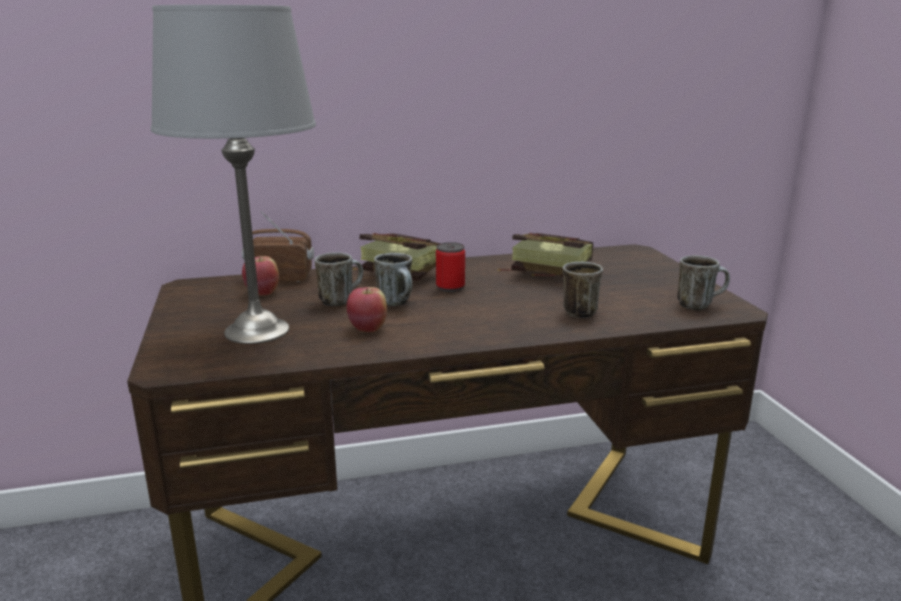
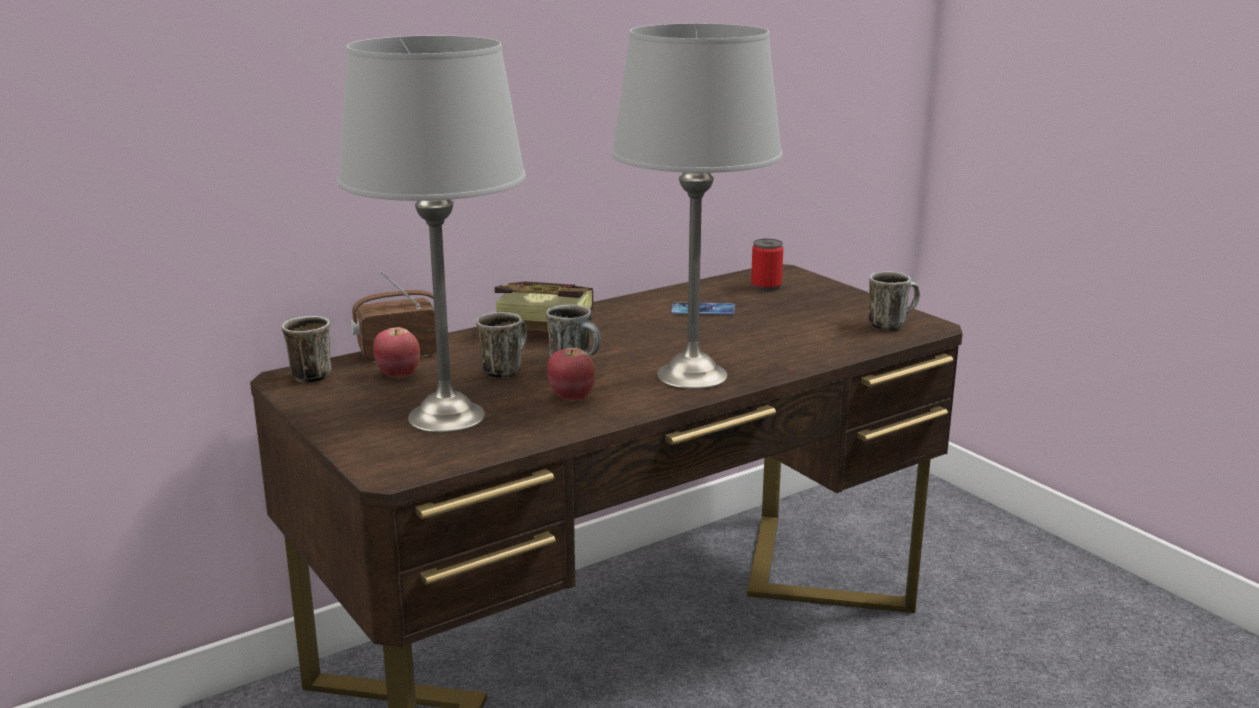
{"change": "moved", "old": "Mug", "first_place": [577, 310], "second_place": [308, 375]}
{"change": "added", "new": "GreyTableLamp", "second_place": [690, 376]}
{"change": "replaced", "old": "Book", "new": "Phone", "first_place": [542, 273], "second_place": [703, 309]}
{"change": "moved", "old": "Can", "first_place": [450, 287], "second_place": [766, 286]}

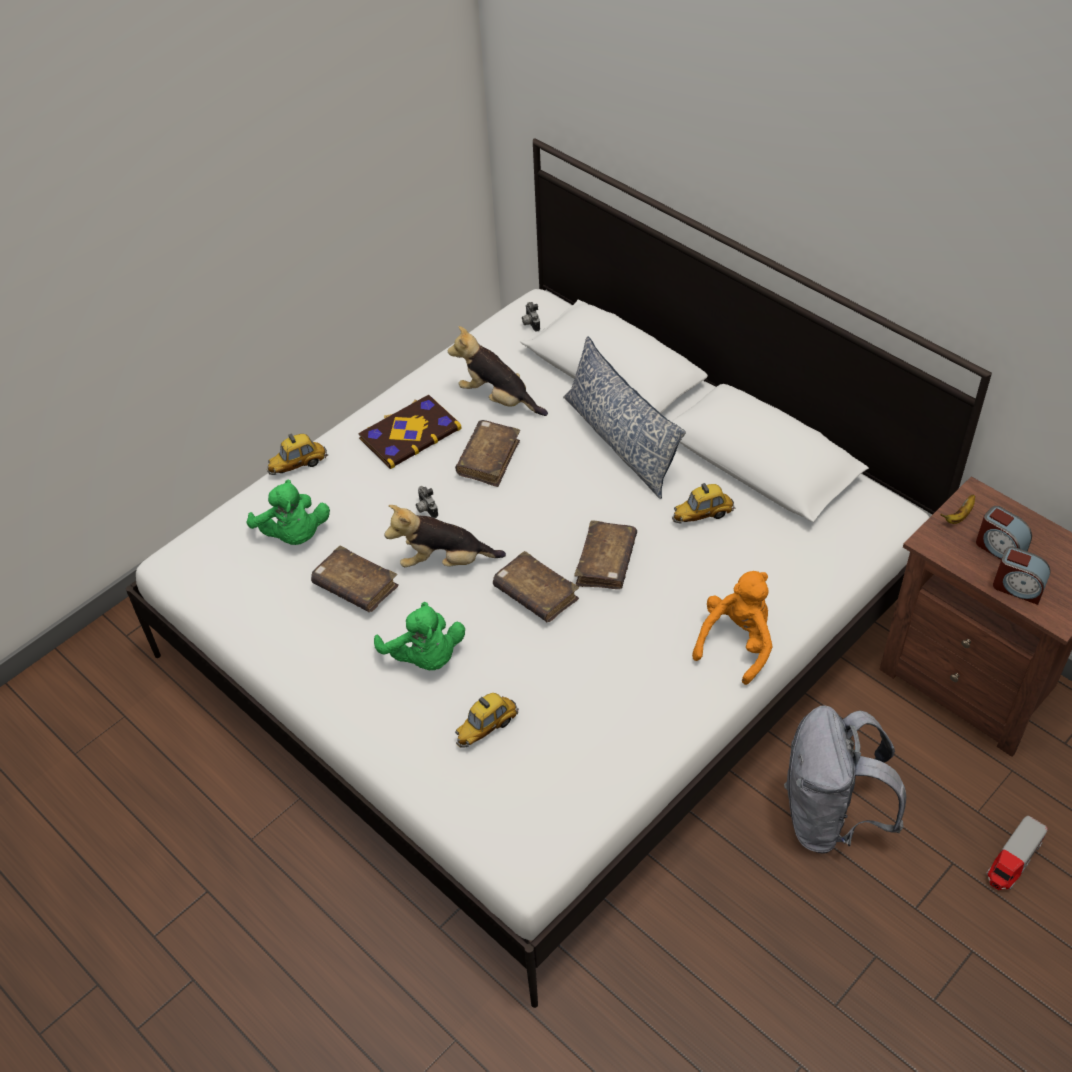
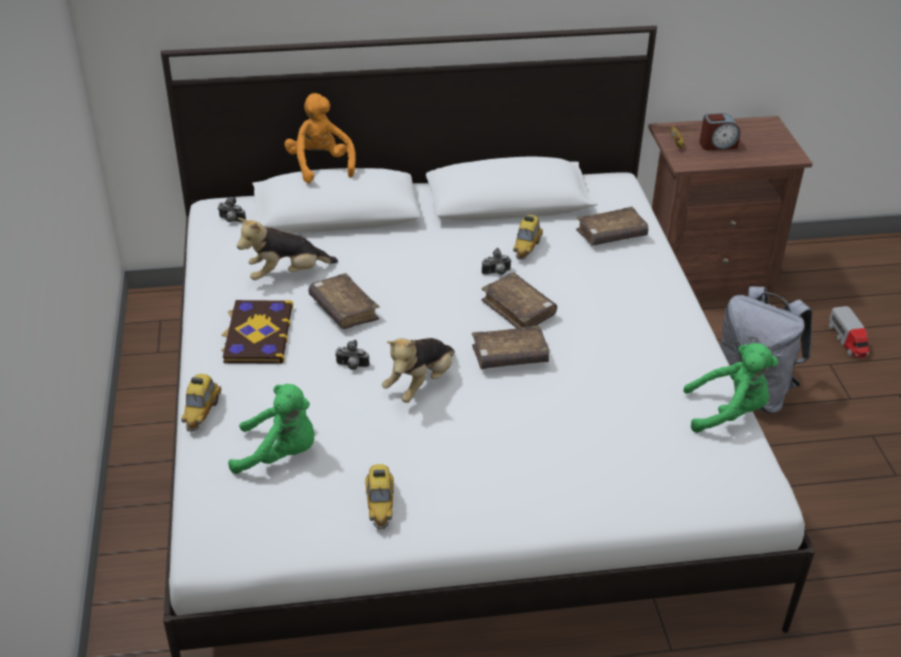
{"change": "moved", "old": "OrangePlushToy", "first_place": [737, 643], "second_place": [320, 165]}
{"change": "moved", "old": "ToyCar", "first_place": [486, 728], "second_place": [380, 505]}
{"change": "added", "new": "PhotoCamera", "second_place": [497, 273]}
{"change": "moved", "old": "BrownBook", "first_place": [355, 586], "second_place": [611, 235]}
{"change": "moved", "old": "GreenPlushToy", "first_place": [425, 657], "second_place": [728, 412]}
{"change": "removed", "old": "Pillow", "first_place": [620, 442]}
{"change": "removed", "old": "AlarmClock", "first_place": [1018, 587]}

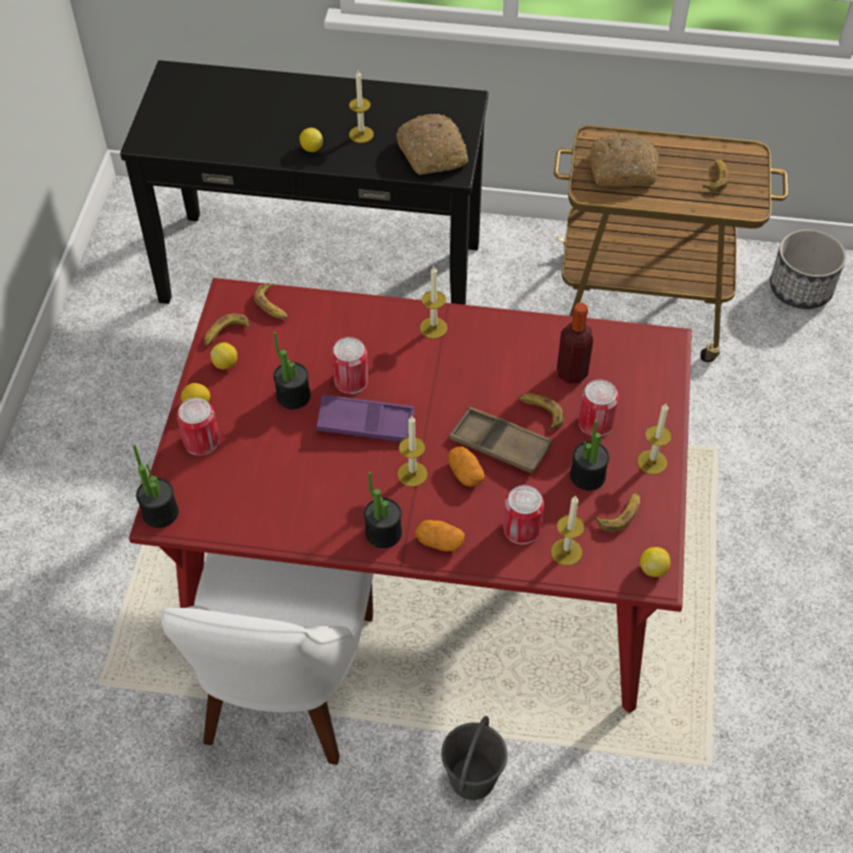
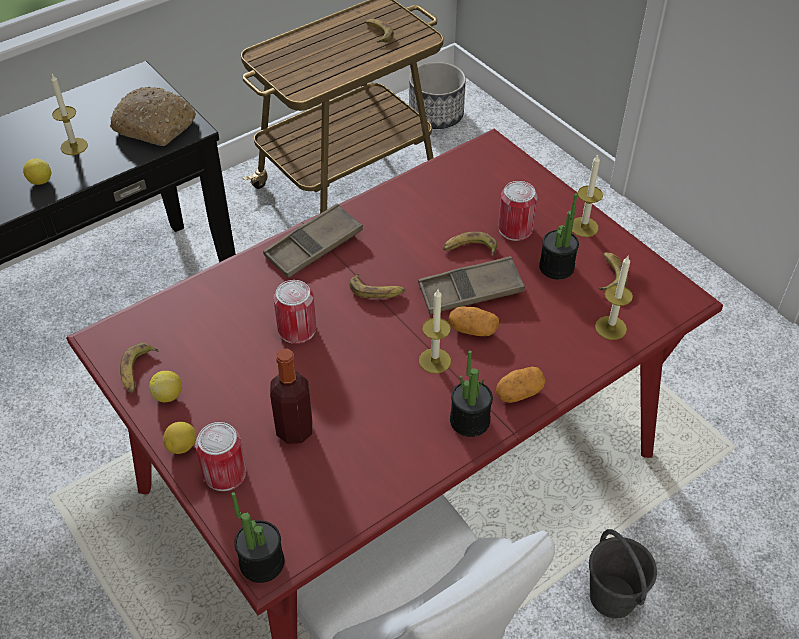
{"change": "replaced", "old": "Candle", "new": "BrownTray", "first_place": [433, 328], "second_place": [314, 246]}
{"change": "moved", "old": "Bottle", "first_place": [572, 373], "second_place": [294, 430]}
{"change": "moved", "old": "Banana", "first_place": [272, 306], "second_place": [377, 291]}
{"change": "removed", "old": "PottedPlant", "first_place": [293, 396]}
{"change": "removed", "old": "PurpleTray", "first_place": [366, 423]}
{"change": "removed", "old": "Can", "first_place": [521, 529]}
{"change": "removed", "old": "Bread", "first_place": [623, 169]}
{"change": "removed", "old": "Lemon", "first_place": [653, 569]}

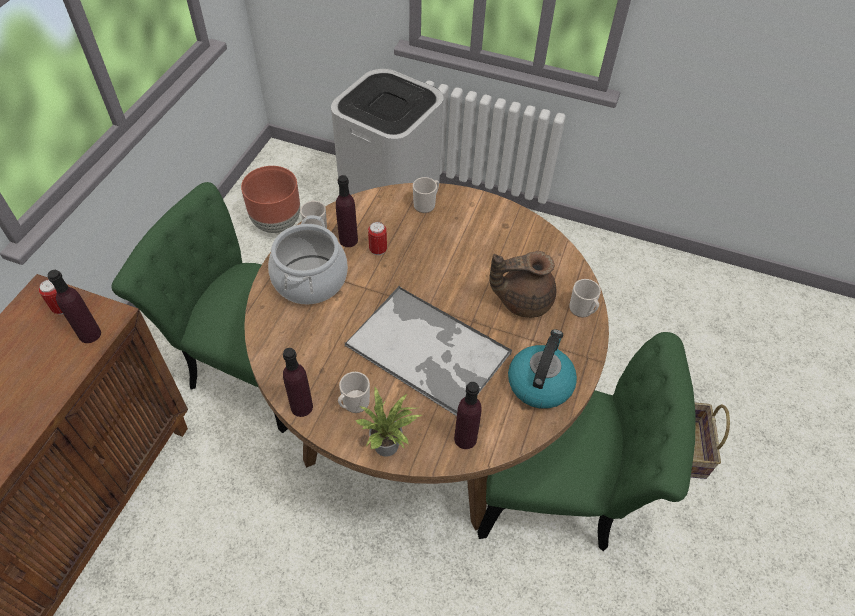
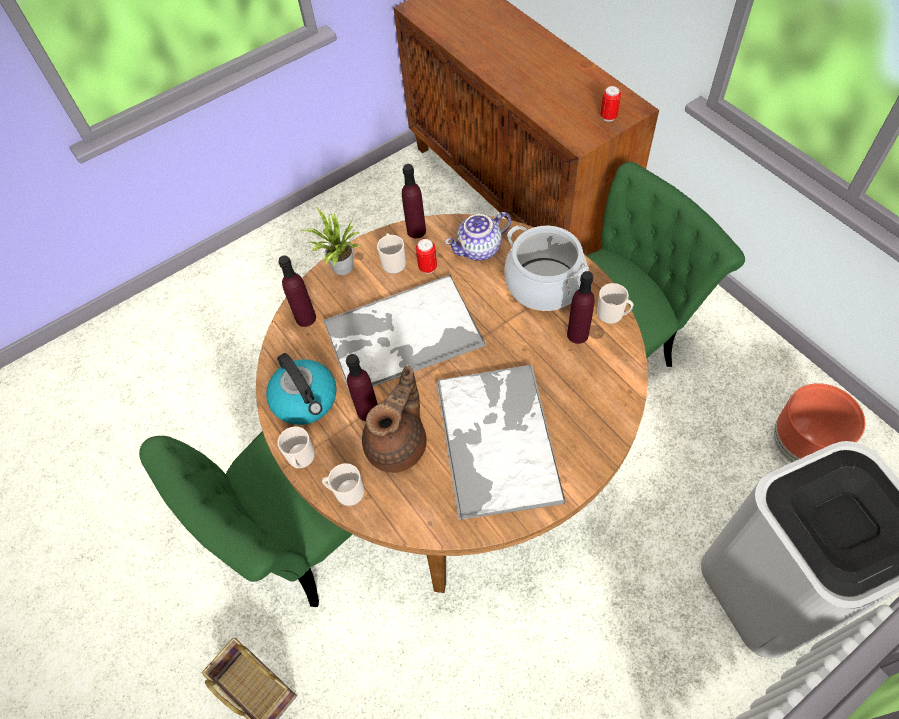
{"change": "moved", "old": "Mug", "first_place": [426, 204], "second_place": [301, 459]}
{"change": "moved", "old": "PurpleBottle", "first_place": [90, 334], "second_place": [368, 411]}
{"change": "moved", "old": "Can", "first_place": [378, 250], "second_place": [428, 268]}
{"change": "added", "new": "Tray", "second_place": [497, 439]}
{"change": "added", "new": "Teapot", "second_place": [479, 250]}

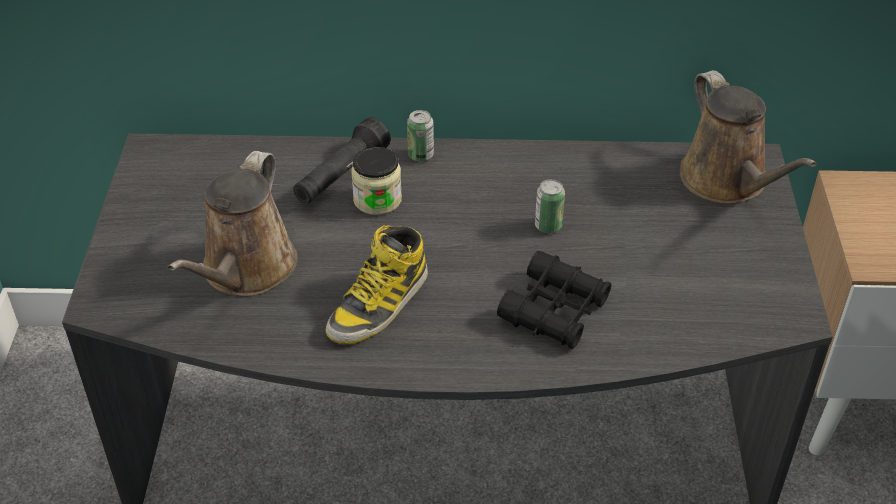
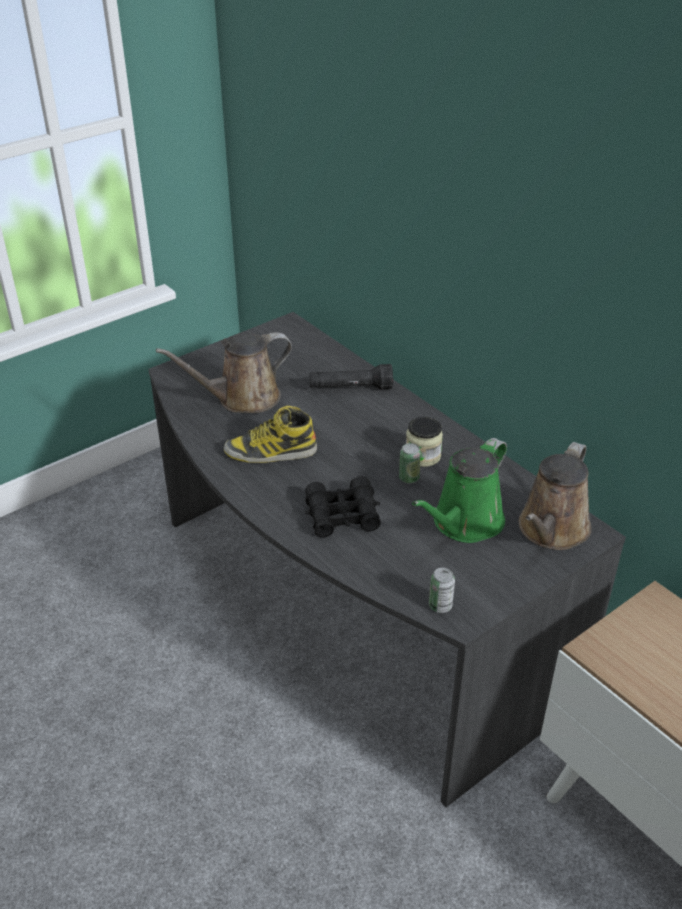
{"change": "moved", "old": "Jar", "first_place": [377, 200], "second_place": [423, 456]}
{"change": "added", "new": "GreenWateringCan", "second_place": [464, 523]}
{"change": "moved", "old": "Can", "first_place": [420, 155], "second_place": [440, 606]}

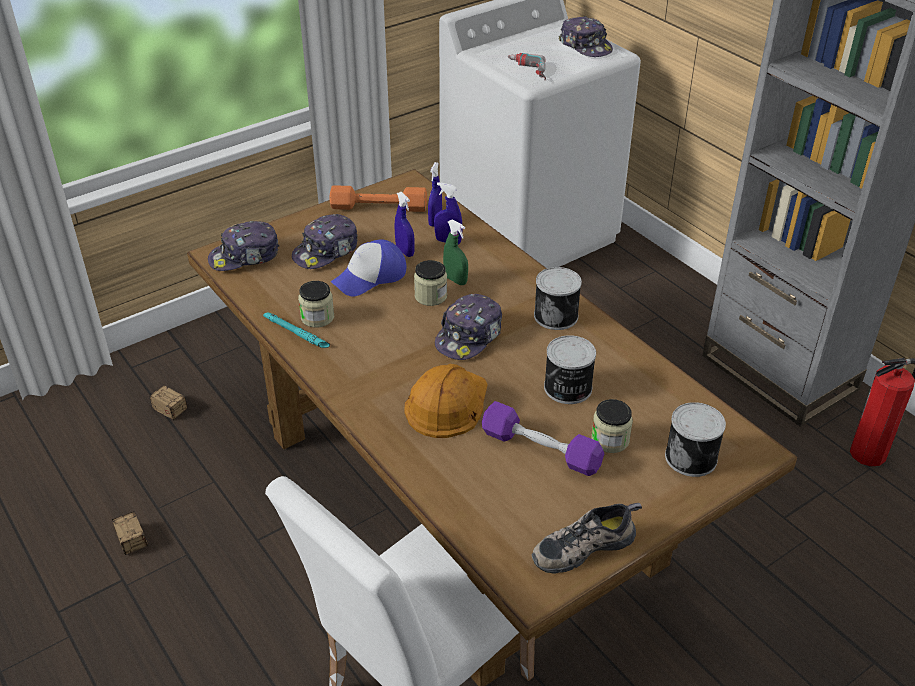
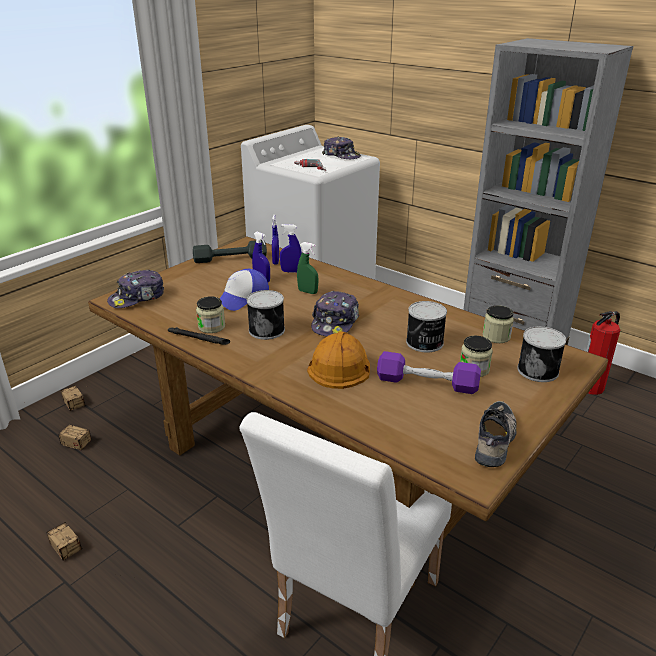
{"change": "added", "new": "StorageBox", "second_place": [79, 411]}
{"change": "recoloured", "old": "TurquoiseFlashlight", "new": "BlackFlashlight", "first_place": [296, 333], "second_place": [198, 338]}
{"change": "recoloured", "old": "OrangeDumbbell", "new": "GreyDumbbell", "first_place": [378, 207], "second_place": [230, 259]}
{"change": "moved", "old": "Can", "first_place": [556, 315], "second_place": [267, 329]}
{"change": "turned", "old": "Shoe", "first_place": [583, 545], "second_place": [496, 440], "degrees": 150}
{"change": "moved", "old": "Jar", "first_place": [431, 296], "second_place": [496, 336]}
{"change": "removed", "old": "Cap", "first_place": [326, 251]}

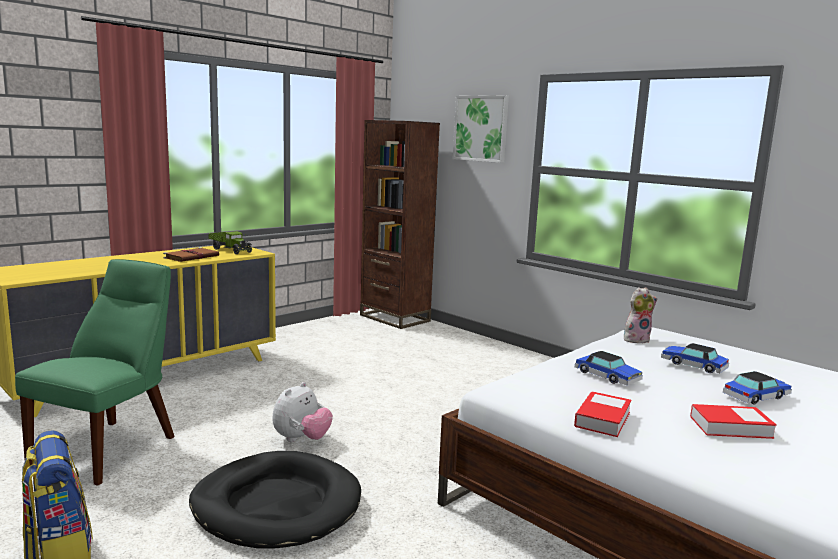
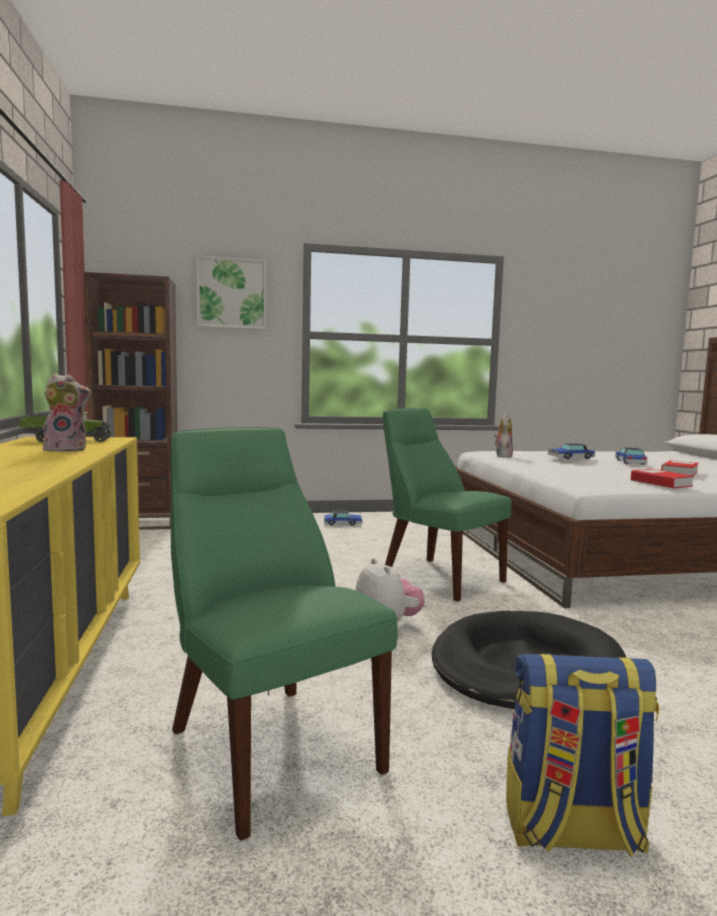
{"change": "replaced", "old": "BrownBook", "new": "PlushToy", "first_place": [192, 257], "second_place": [67, 449]}
{"change": "moved", "old": "ToyCar", "first_place": [607, 376], "second_place": [342, 523]}
{"change": "added", "new": "GreenChair", "second_place": [438, 577]}

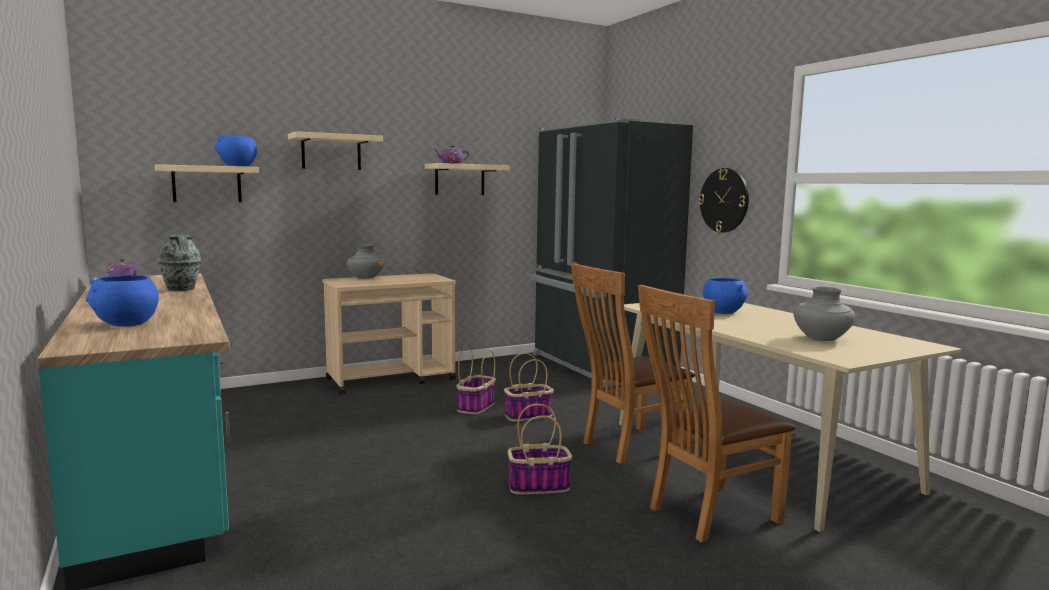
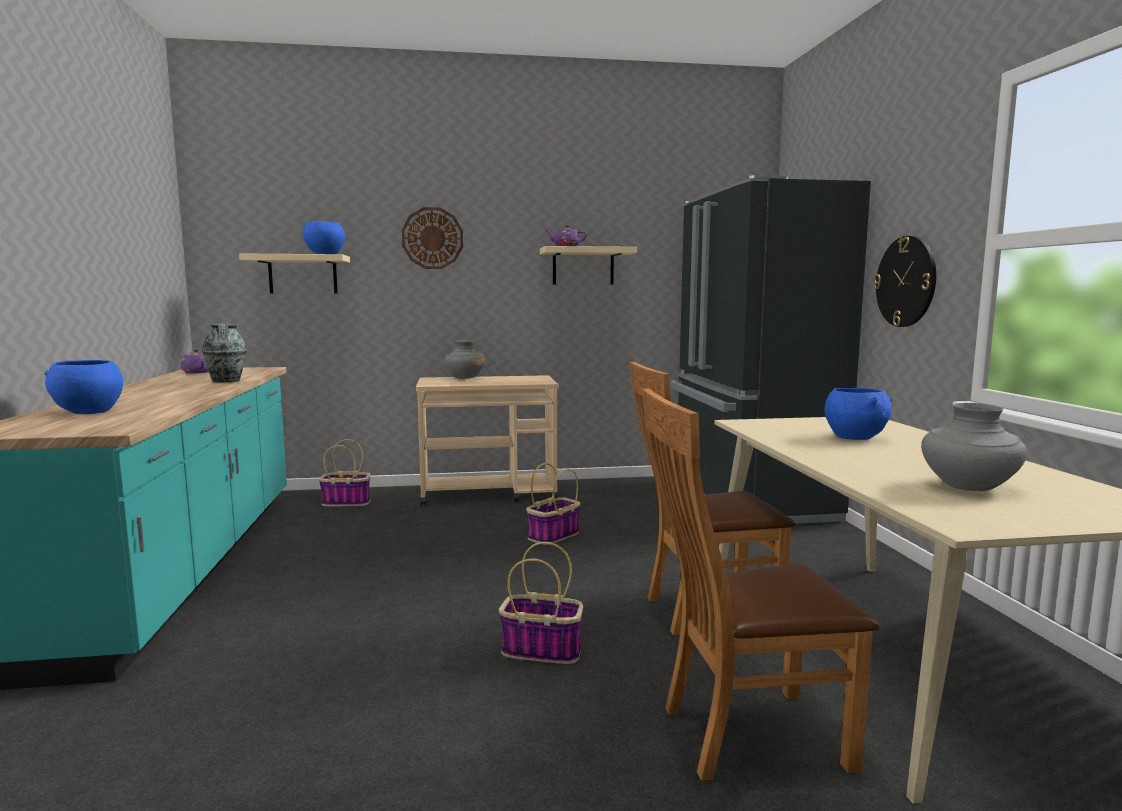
{"change": "moved", "old": "Basket", "first_place": [528, 415], "second_place": [347, 502]}
{"change": "replaced", "old": "BeigeShelf", "new": "WallClock", "first_place": [331, 152], "second_place": [432, 238]}

